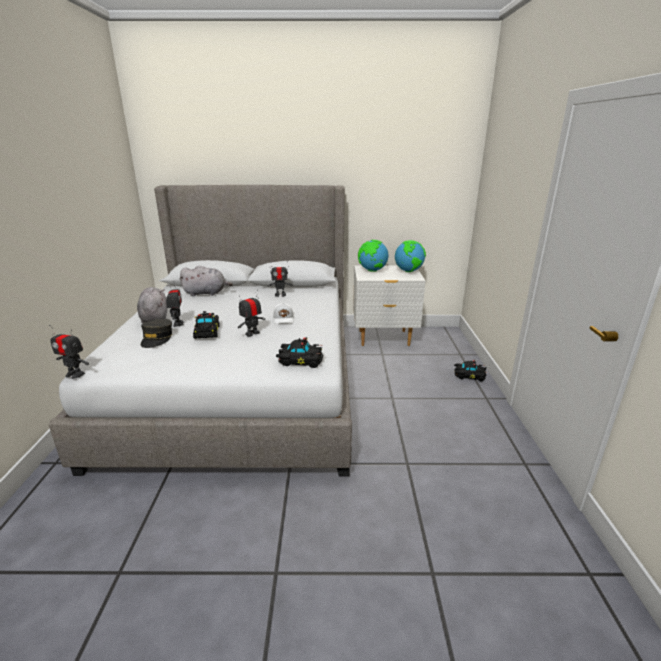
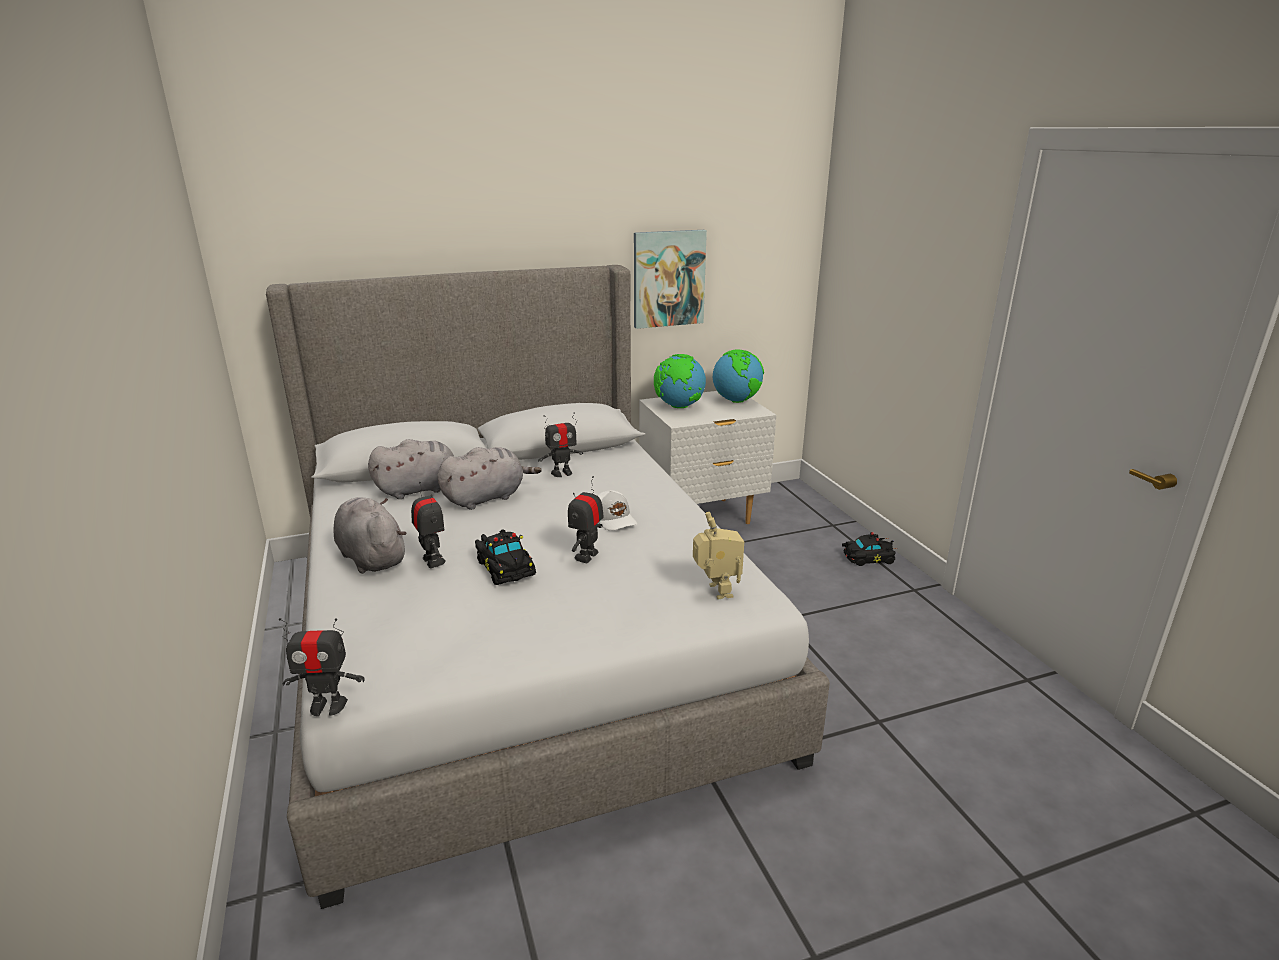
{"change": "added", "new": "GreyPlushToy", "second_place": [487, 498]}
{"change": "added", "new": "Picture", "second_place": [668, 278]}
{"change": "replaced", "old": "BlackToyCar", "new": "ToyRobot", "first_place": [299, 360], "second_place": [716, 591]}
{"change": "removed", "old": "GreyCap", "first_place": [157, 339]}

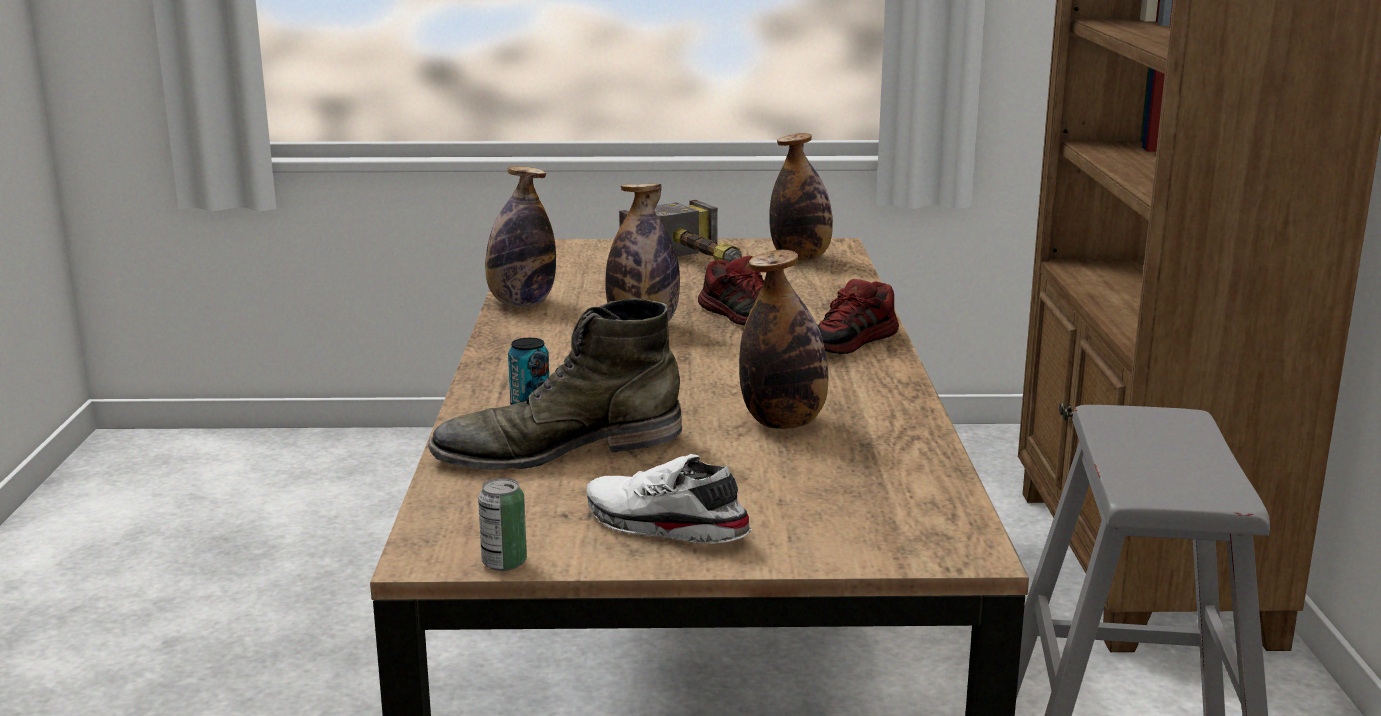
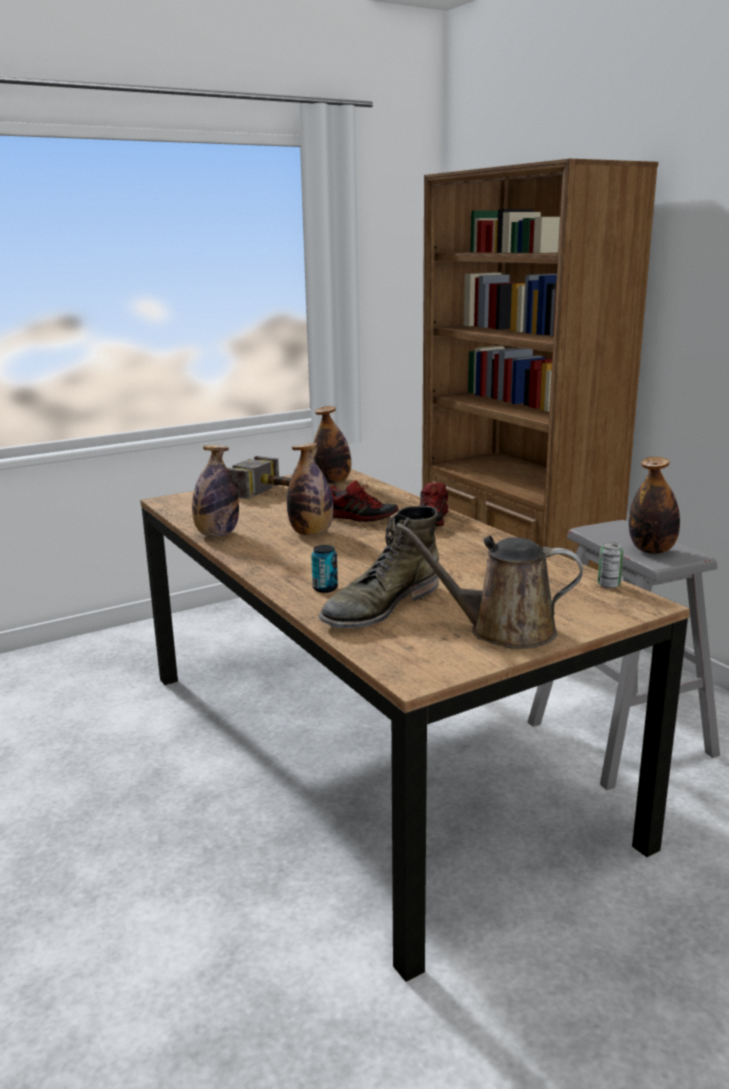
{"change": "replaced", "old": "WhiteShoe", "new": "BrownWateringCan", "first_place": [663, 527], "second_place": [503, 630]}
{"change": "moved", "old": "Can", "first_place": [504, 563], "second_place": [608, 585]}
{"change": "moved", "old": "Bottle", "first_place": [783, 423], "second_place": [651, 550]}

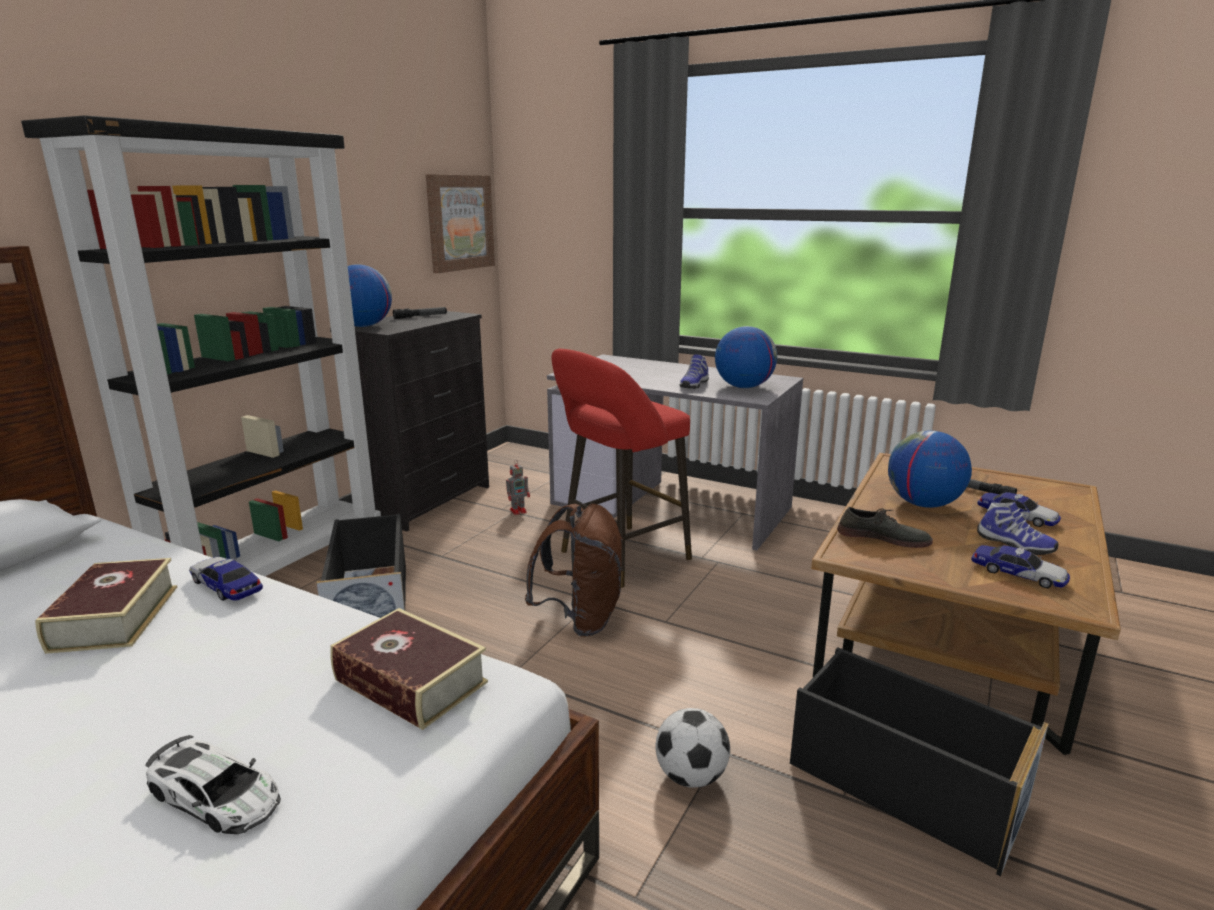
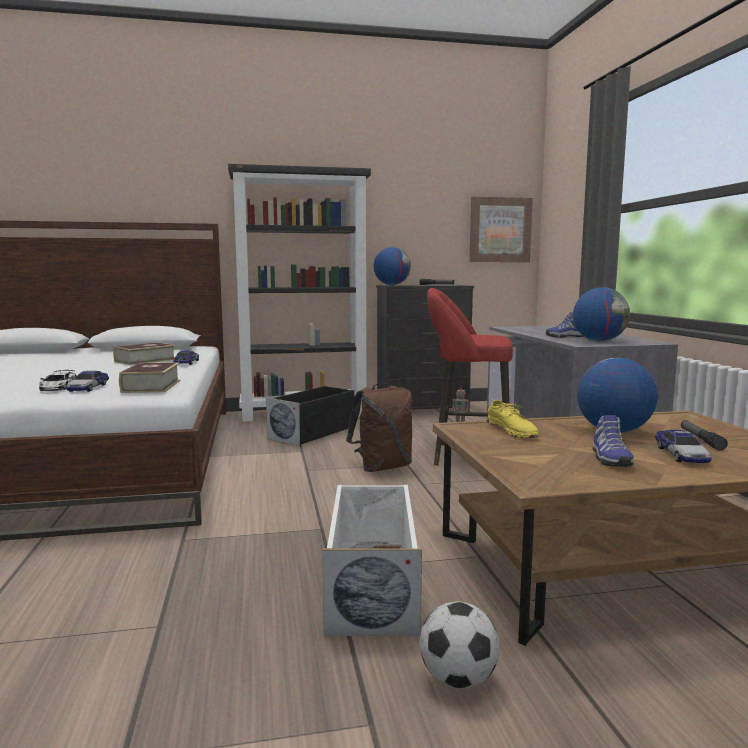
{"change": "moved", "old": "ToyCar", "first_place": [1018, 574], "second_place": [88, 388]}
{"change": "recoloured", "old": "BlackStorageBox", "new": "WhiteStorageBox", "first_place": [902, 785], "second_place": [372, 585]}
{"change": "moved", "old": "Football", "first_place": [691, 776], "second_place": [458, 679]}
{"change": "recoloured", "old": "GreyShoe", "new": "YellowShoe", "first_place": [883, 537], "second_place": [512, 429]}

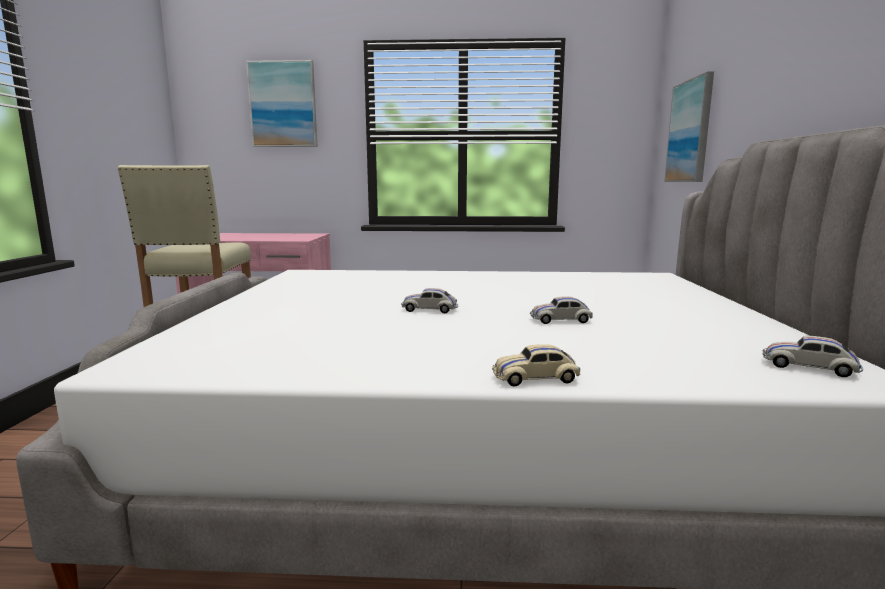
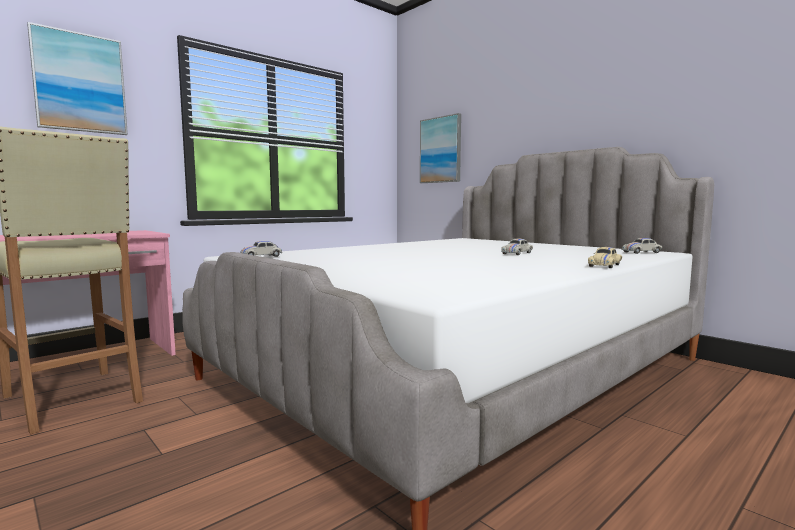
{"change": "moved", "old": "WhiteToyCar", "first_place": [429, 309], "second_place": [261, 256]}

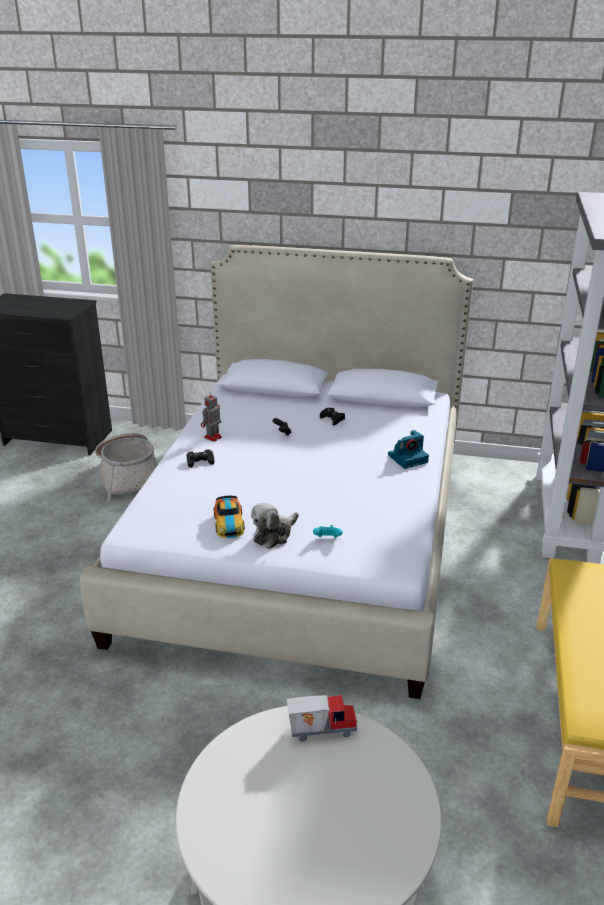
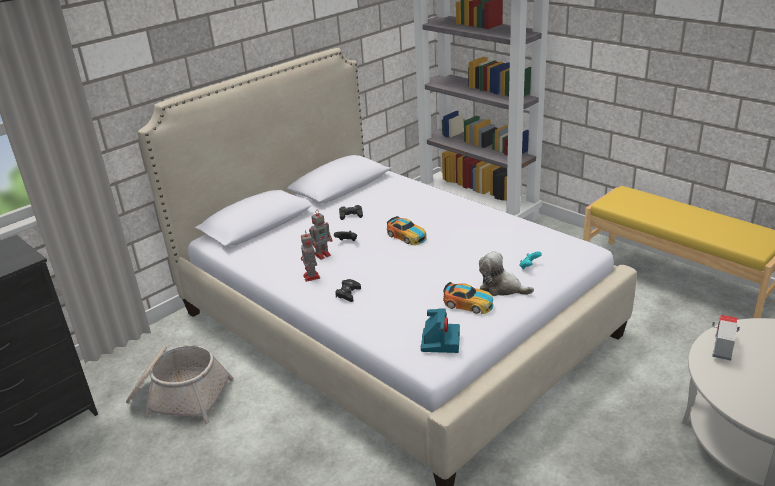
{"change": "added", "new": "ToyRobot", "second_place": [323, 254]}
{"change": "added", "new": "ToyCar", "second_place": [407, 236]}
{"change": "moved", "old": "PhotoCamera", "first_place": [408, 458], "second_place": [440, 341]}
{"change": "turned", "old": "PlushToy", "first_place": [274, 534], "second_place": [502, 288], "degrees": 135}

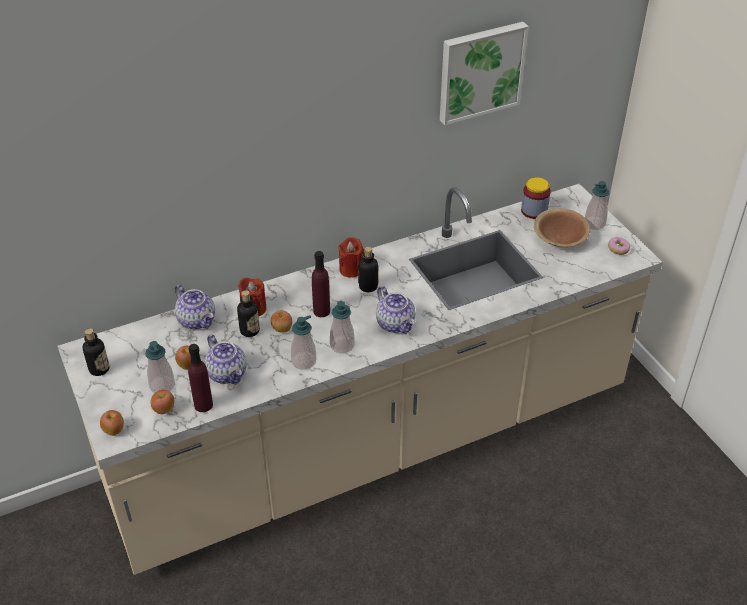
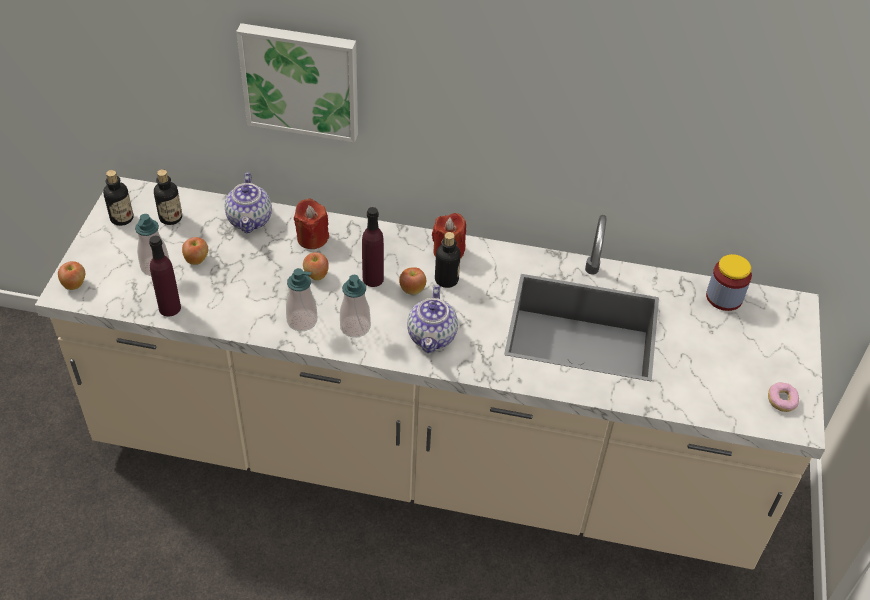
{"change": "moved", "old": "Bottle", "first_place": [249, 331], "second_place": [171, 218]}
{"change": "moved", "old": "Picture", "first_place": [480, 71], "second_place": [301, 80]}
{"change": "moved", "old": "Apple", "first_place": [164, 409], "second_place": [412, 290]}
{"change": "removed", "old": "Teapot", "first_place": [228, 373]}
{"change": "removed", "old": "BrownBowl", "first_place": [560, 239]}
{"change": "removed", "old": "SoapDispenser", "first_place": [594, 224]}

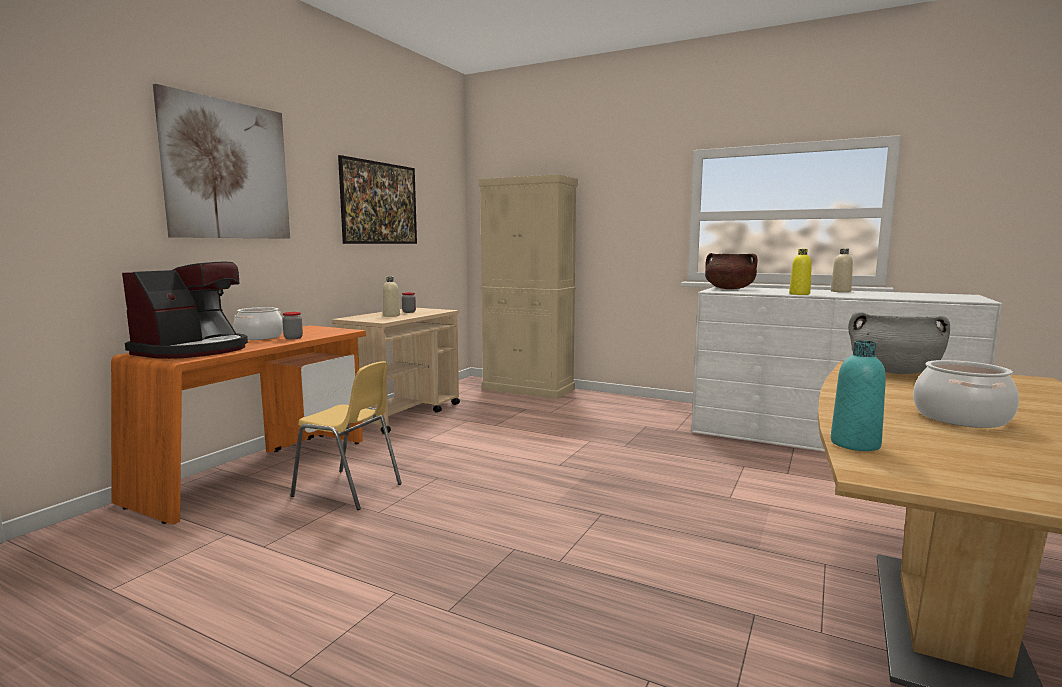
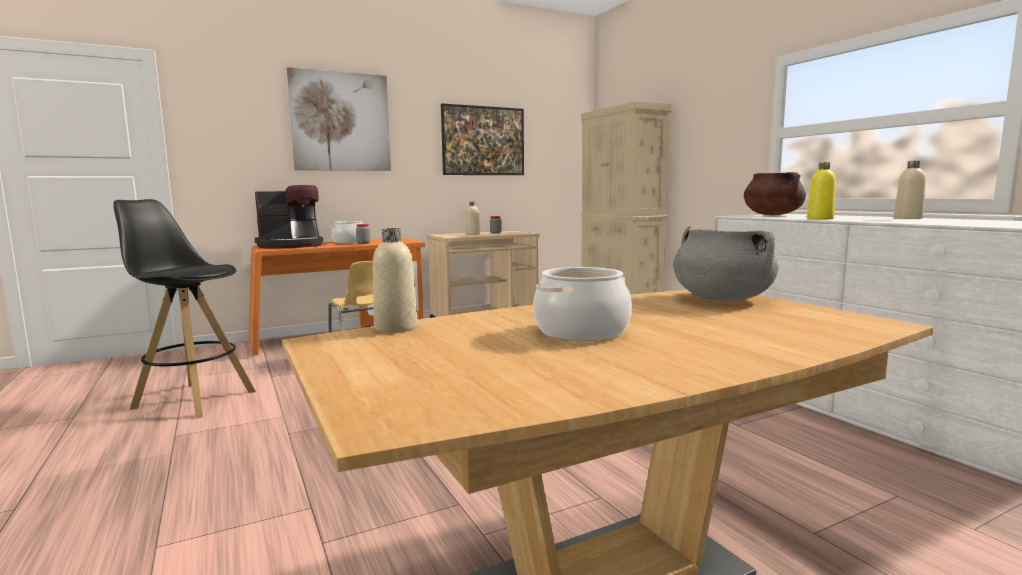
{"change": "added", "new": "BlackStool", "second_place": [194, 399]}
{"change": "recoloured", "old": "TurquoiseBottle", "new": "BeigeBottle", "first_place": [855, 444], "second_place": [396, 328]}

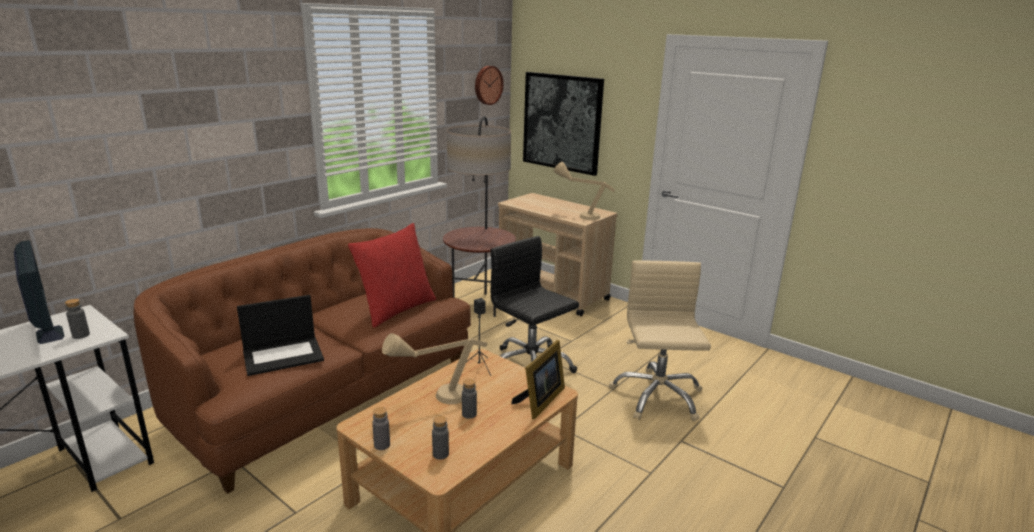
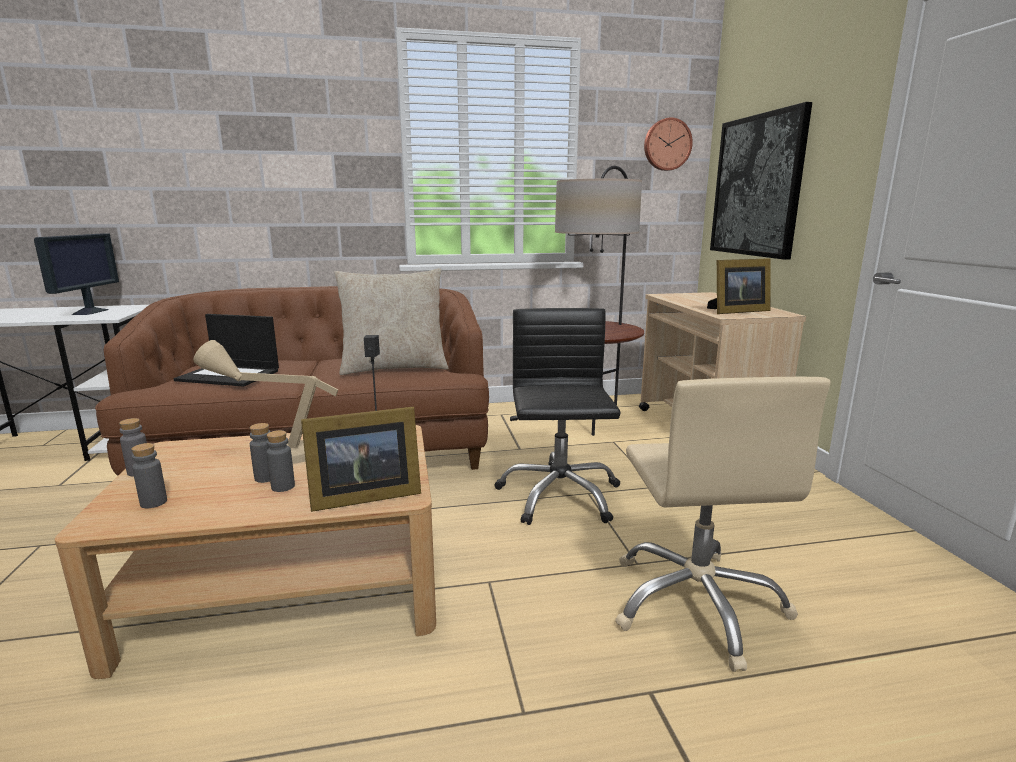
{"change": "moved", "old": "GreyBottle", "first_place": [81, 335], "second_place": [283, 487]}
{"change": "recoloured", "old": "RedPillow", "new": "BeigePillow", "first_place": [396, 309], "second_place": [394, 368]}
{"change": "turned", "old": "BeigeOfficeChair", "first_place": [657, 396], "second_place": [697, 603], "degrees": 135}
{"change": "replaced", "old": "BeigeTableLamp", "new": "PictureFrame", "first_place": [580, 215], "second_place": [736, 311]}

